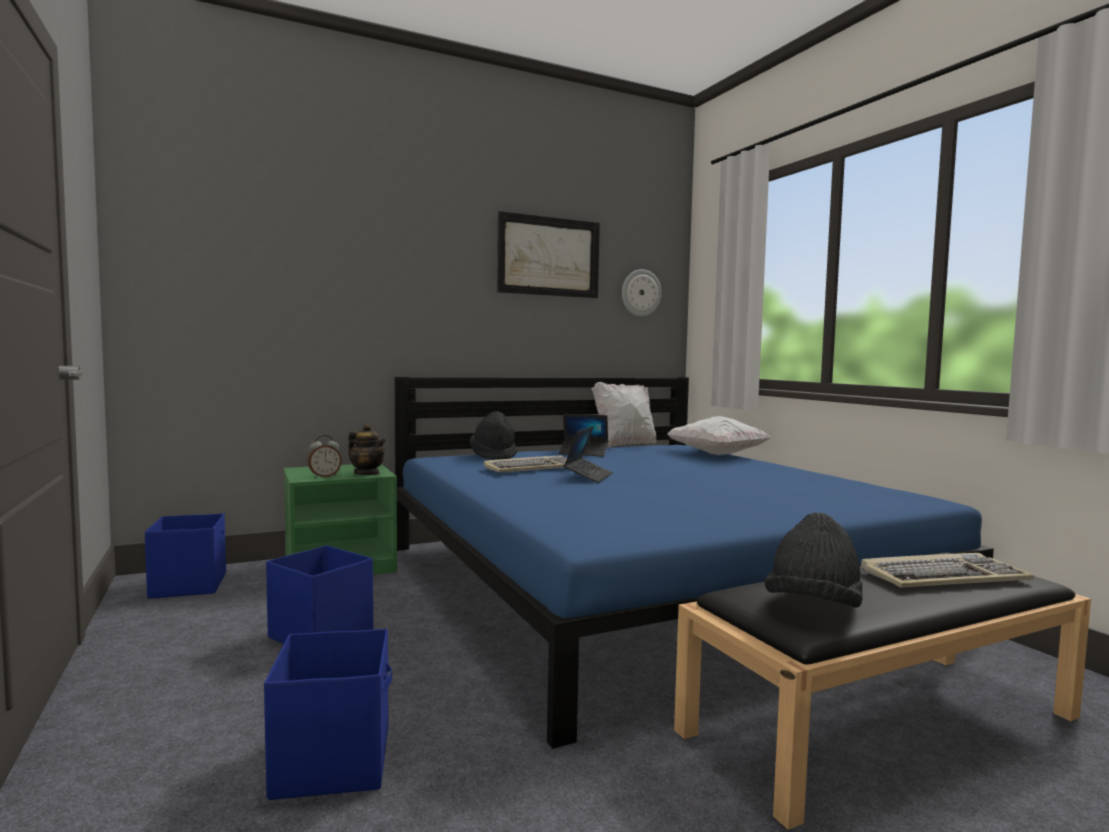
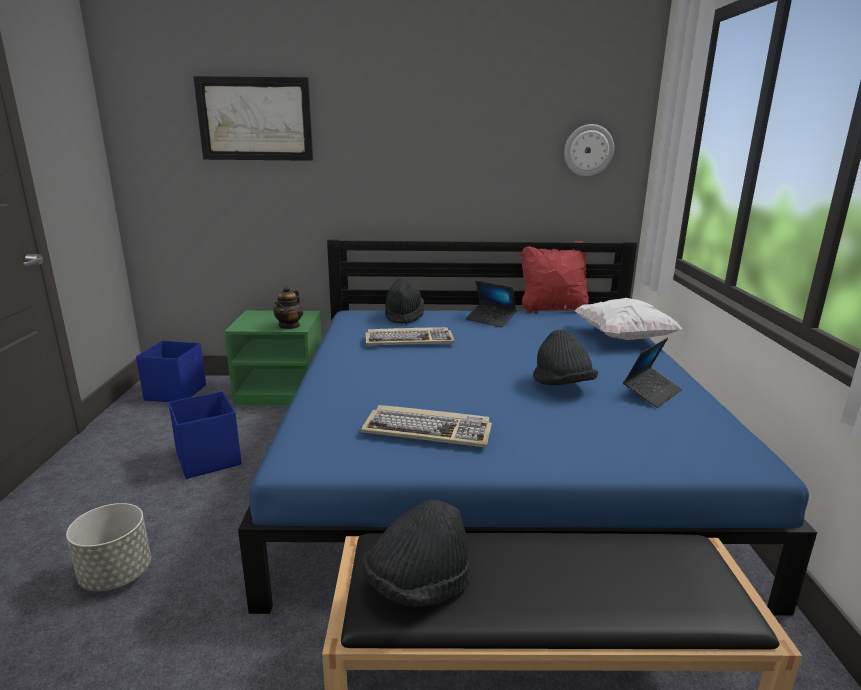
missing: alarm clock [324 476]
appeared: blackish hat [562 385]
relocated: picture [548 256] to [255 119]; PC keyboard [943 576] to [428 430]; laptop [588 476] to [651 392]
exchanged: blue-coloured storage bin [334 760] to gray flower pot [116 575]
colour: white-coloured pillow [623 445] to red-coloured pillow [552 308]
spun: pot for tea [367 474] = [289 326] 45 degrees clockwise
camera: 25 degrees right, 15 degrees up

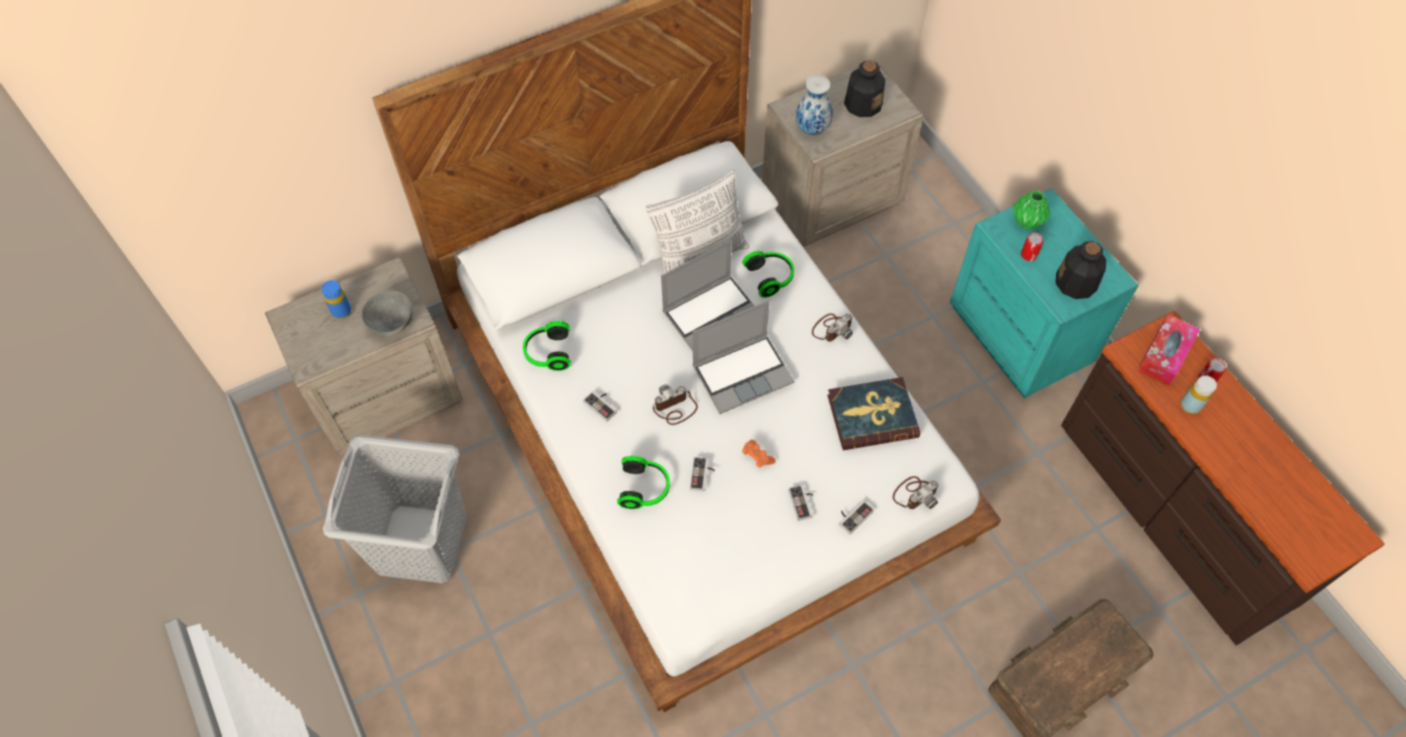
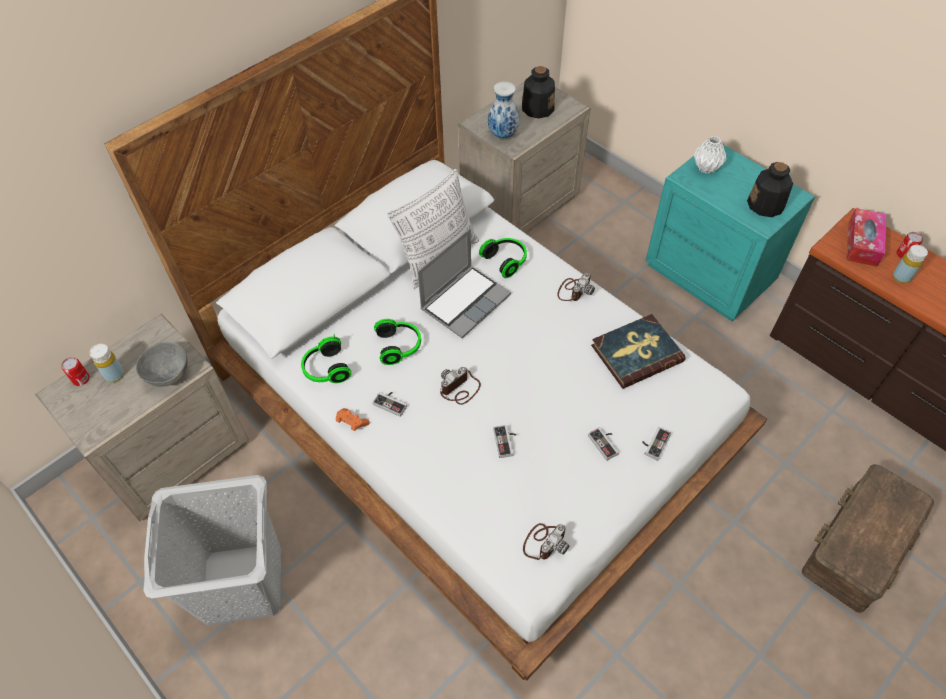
missing: laptop [743 373]
relocated: can [1028 255] to [81 379]; orangey game controller [757 457] to [351 423]; headphones [645 488] to [399 346]; still camera [915 494] to [544 542]
colour: blue-coloured bottle [342 311] to yellow-coloured bottle [115 375]; green flower vase [1027 222] to white-coloured flower vase [707 168]
camera: 15 degrees left, 5 degrees down

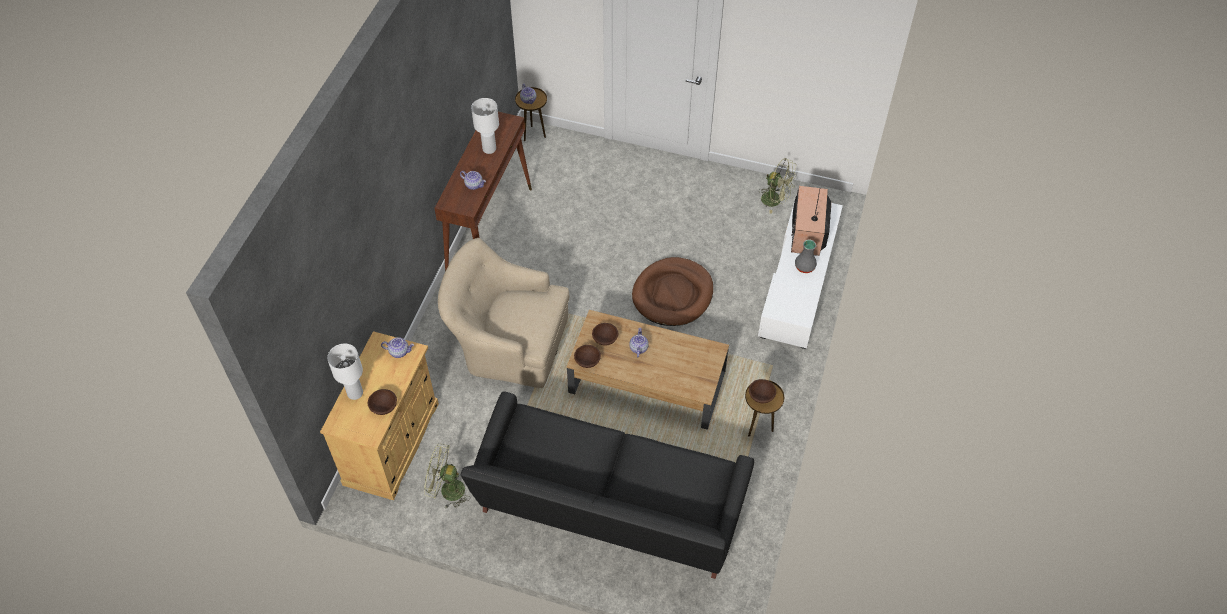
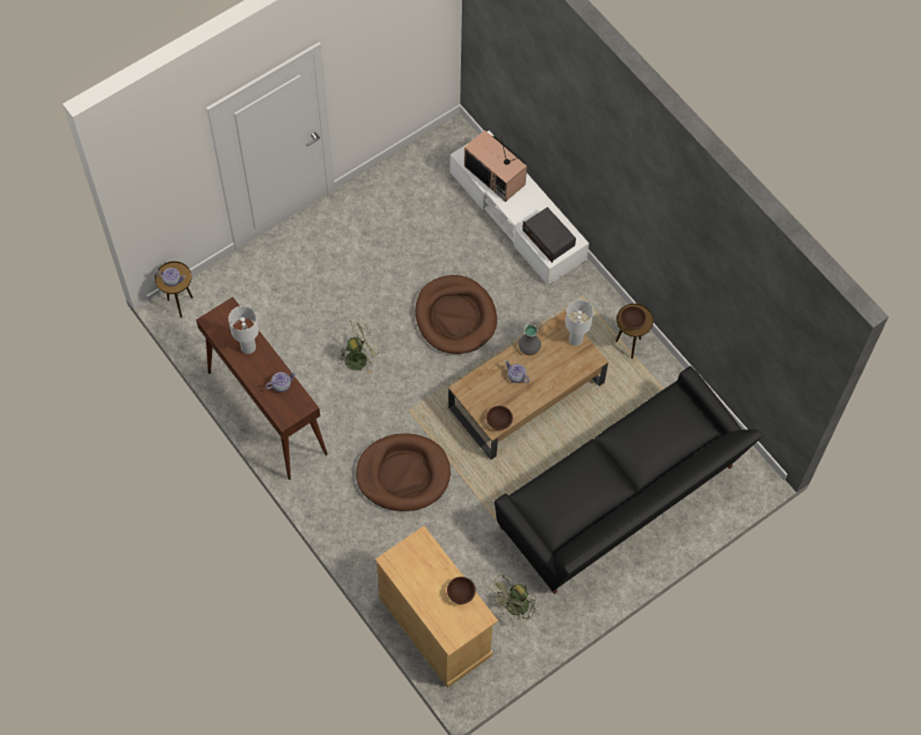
missing: pot for tea [399 351]; brown-coloured serving bowl [605 339]
appeared: radio receiver [548 238]
relocated: green electric fan [775 200] to [360 357]; gray flower vase [805 266] to [529 346]; white-coloured lamp for a table [354 393] to [575 340]
exchanged: beige easy chair [508 343] to brown-coloured dog bed [403 474]
camera: 55 degrees left, 10 degrees up

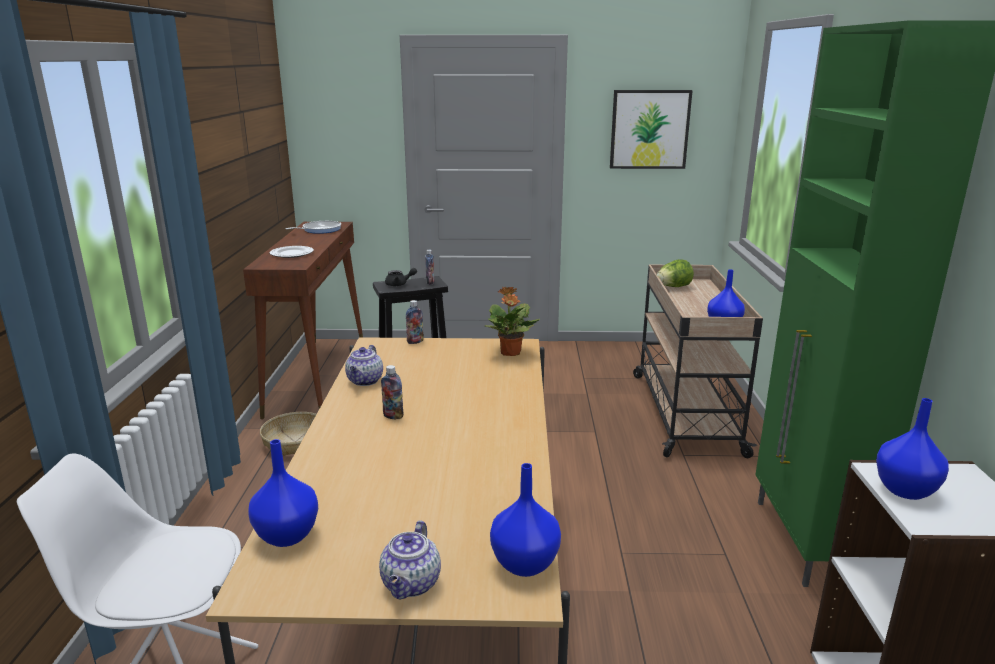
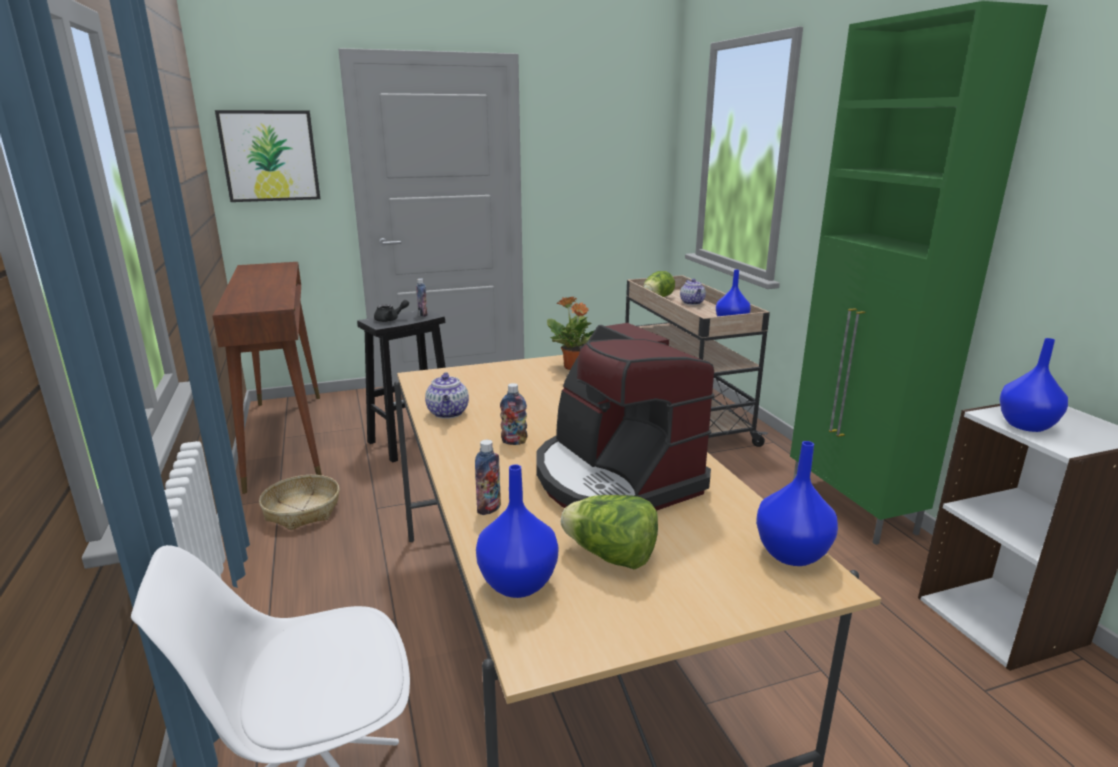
missing: flat dish [292 254]; frying pan [319 230]
appeared: coffee brewer [615 478]; lettuce [611 556]
relocated: picture [649 129] to [270 156]; bottle [415 341] to [489 508]; pot for tea [411 585] to [692 303]
camera: 20 degrees left, 0 degrees up

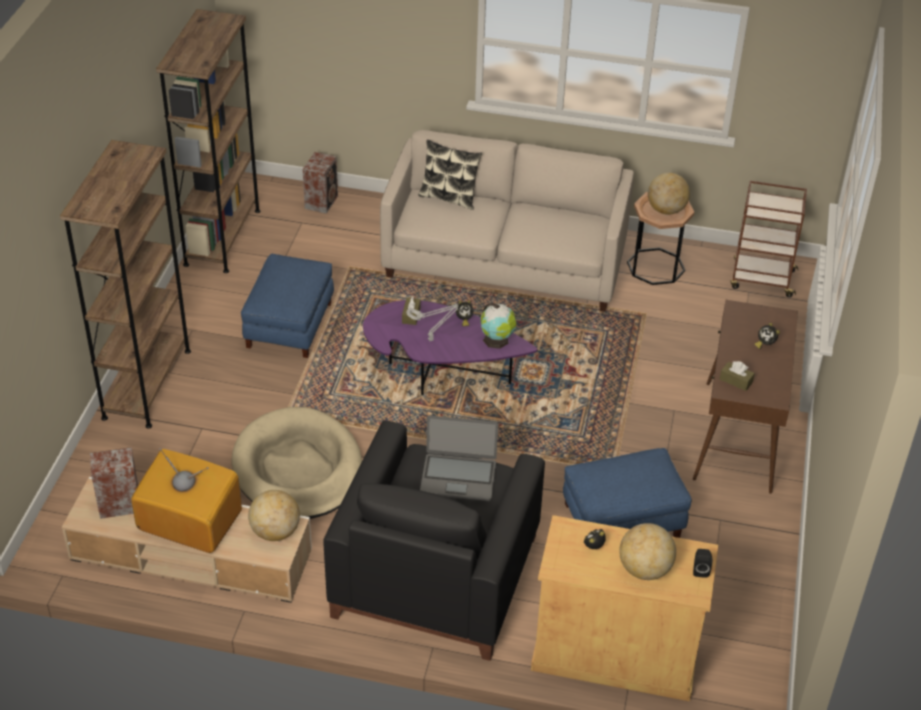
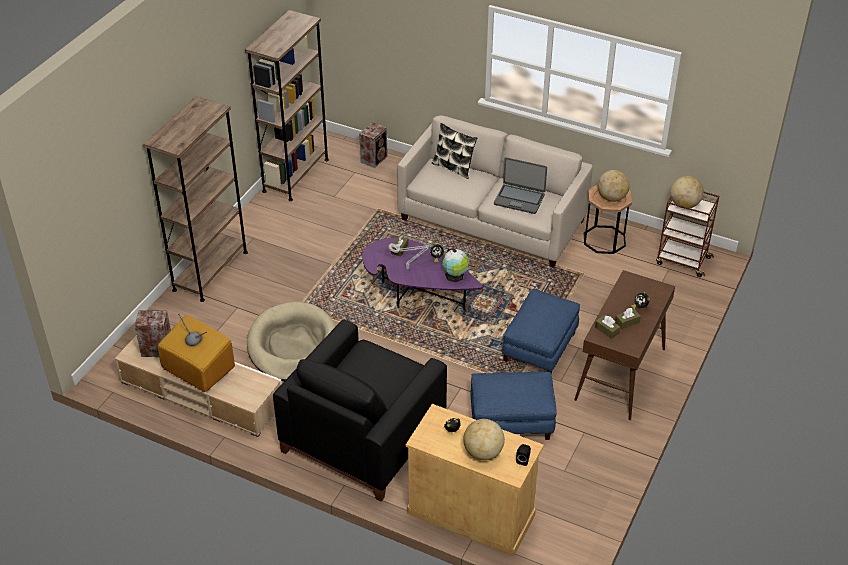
appeared: brown-coloured tissue holder [627 322]
relocated: laptop [458 477] to [519 199]; blue-coloured pouffe [290 325] to [540 347]; desk globe [275 532] to [684 204]
camera: 15 degrees right, 0 degrees up

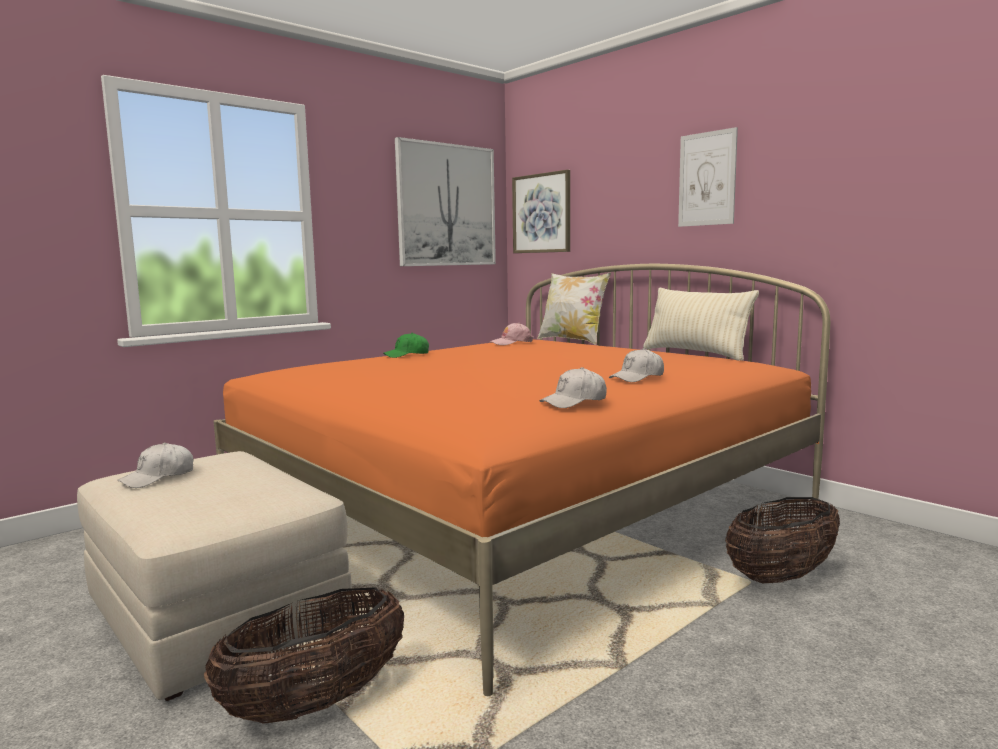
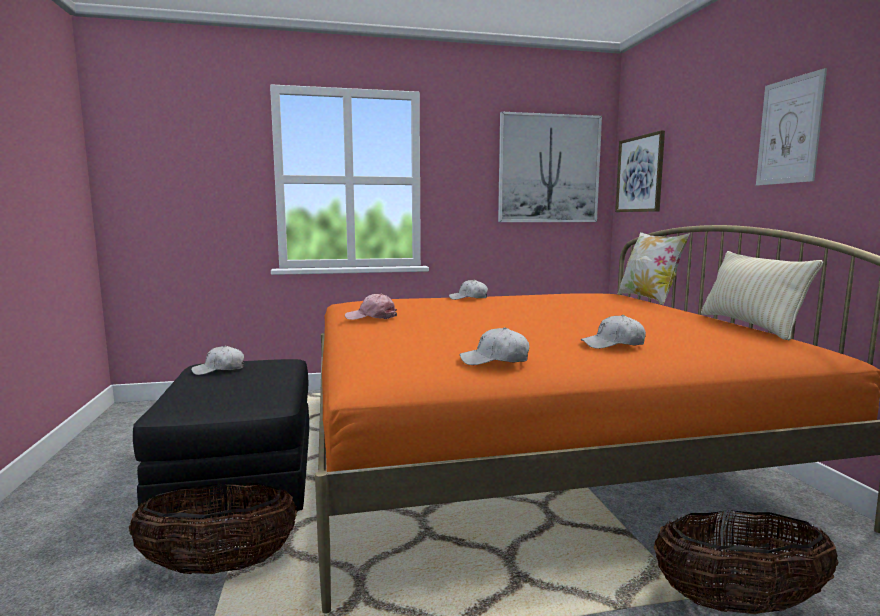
relocated: pinkish cap [511 343] to [371 317]
colour: beige pouffe [217 615] to blackish pouffe [241 477]; green cap [407 355] to white-coloured cap [468 298]
camera: 30 degrees right, 0 degrees up

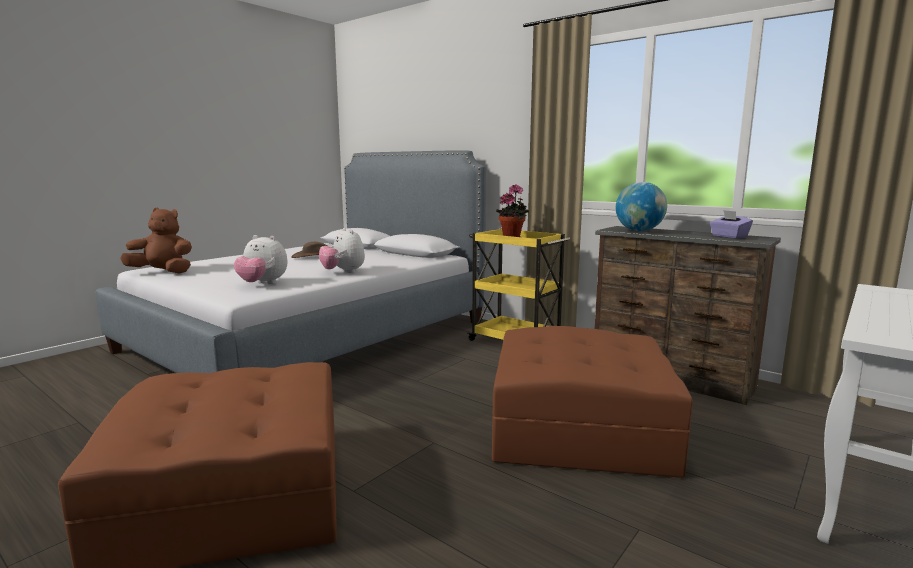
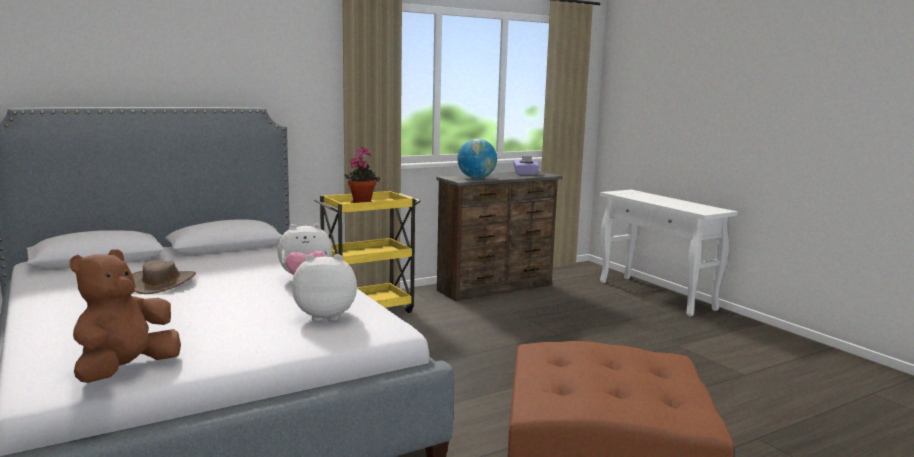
missing: brown-coloured pouffe [579 427]
spun: cuddly toy [262 284] = [325 316] 135 degrees counterclockwise
camera: 70 degrees left, 0 degrees up

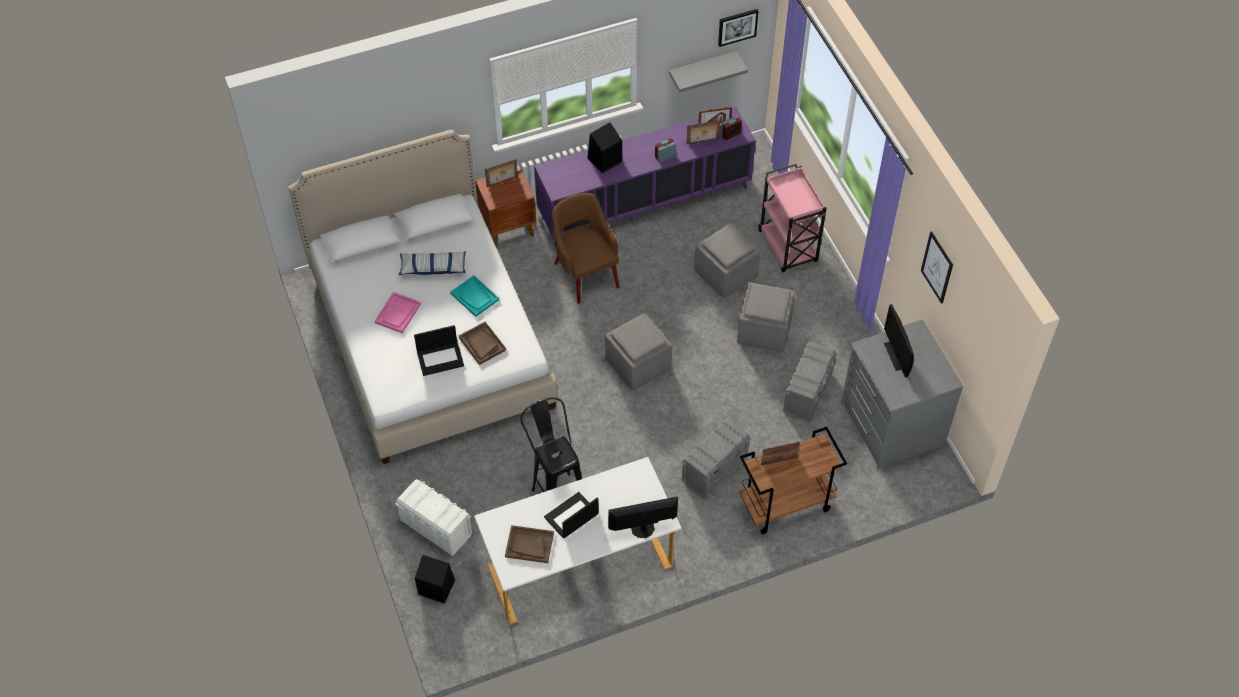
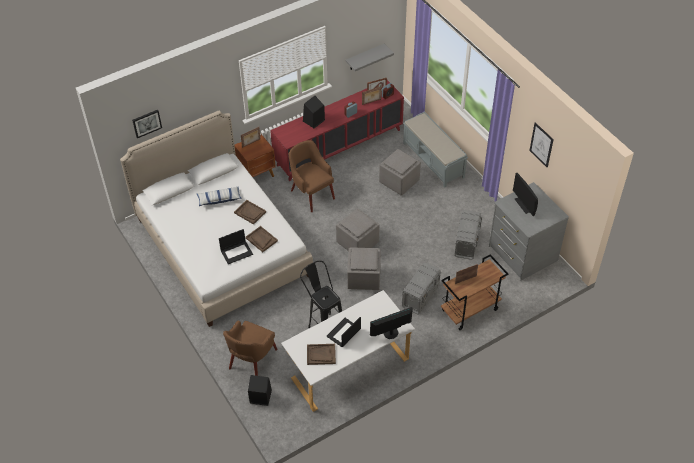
missing: pinkish carrying tray [398 313]
relocated: picture [737 26] to [146 123]; gray pouffe [763 330] to [363 278]
exchanged: white-coloured storage bin [436 527] to brown-coloured easy chair [252 360]; pinkish trolley [788 247] to gray bench [433 160]
colour: blue-green carrying tray [475 297] to brown-coloured carrying tray [250 212]; purplish cabinet [644 202] to red-coloured cabinet [338 147]
camera: 10 degrees left, 5 degrees down

